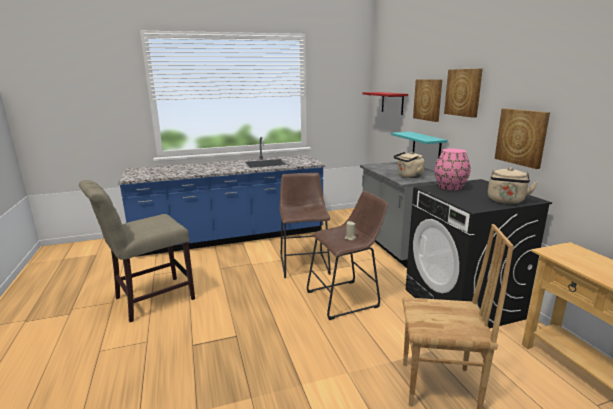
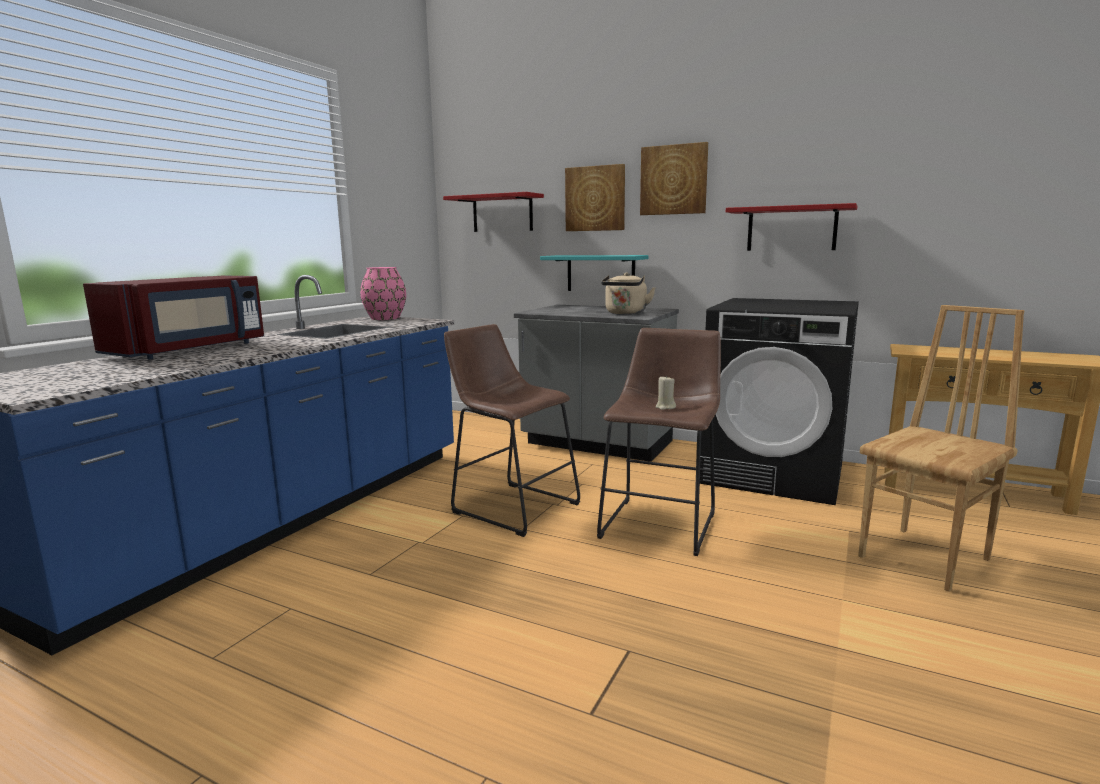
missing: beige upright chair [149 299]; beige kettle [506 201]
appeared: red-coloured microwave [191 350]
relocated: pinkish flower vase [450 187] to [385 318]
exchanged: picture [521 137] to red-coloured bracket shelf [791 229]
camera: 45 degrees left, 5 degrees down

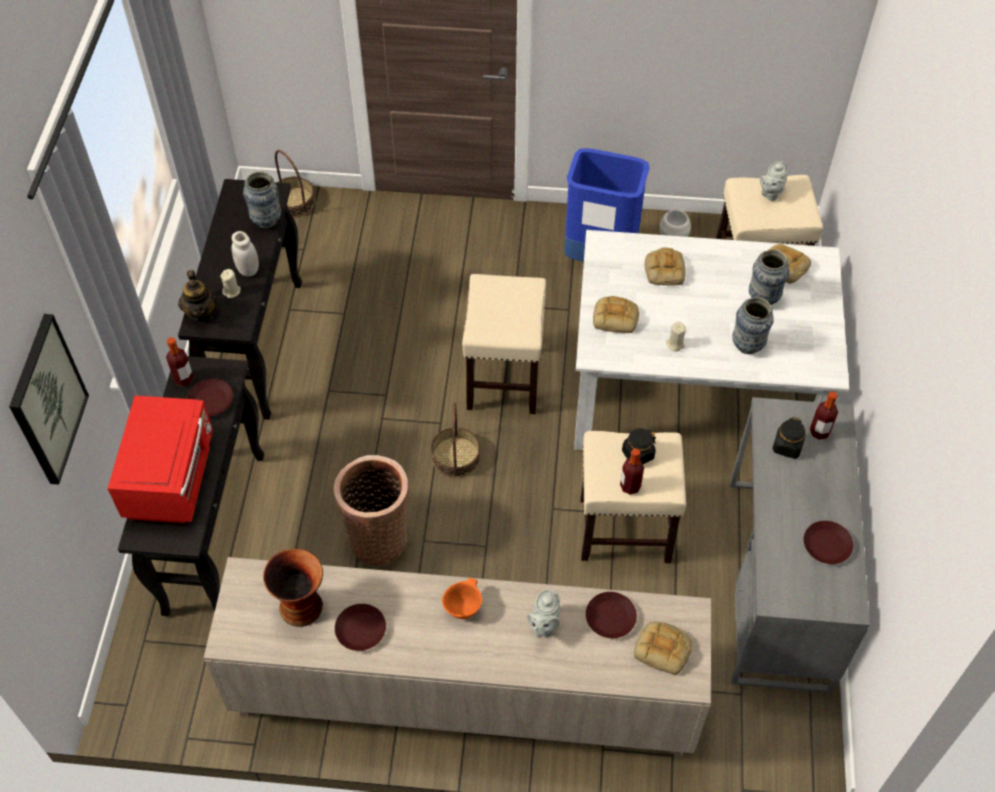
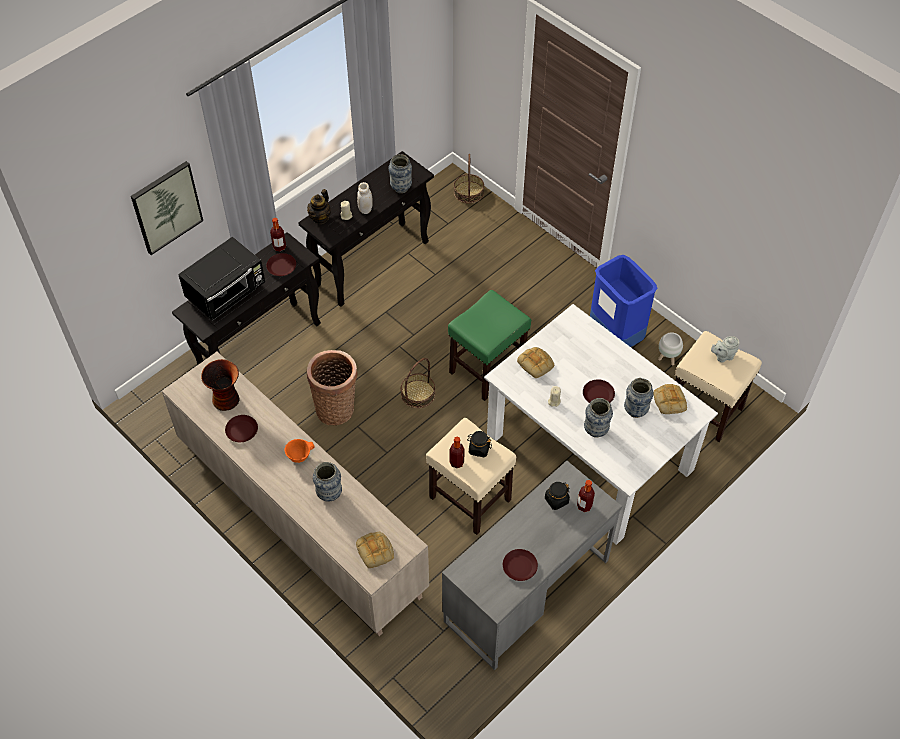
missing: bread [663 270]
relocated: brown-coloured flat dish [611 617] to [598 395]
exchanged: gray pot for tea [544 625] to flower vase [329 494]
colour: red-coloured microwave [172 477] to blackish microwave [227 293]; beige stool seat [504 377] to green stool seat [487 368]
camera: 40 degrees right, 0 degrees up

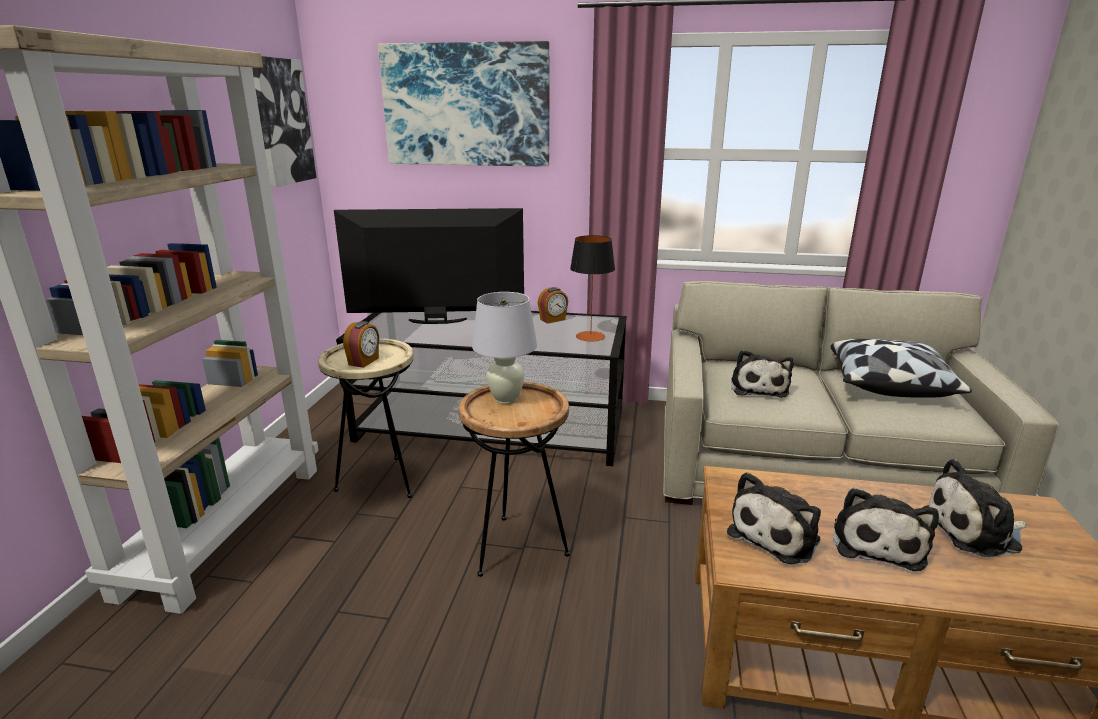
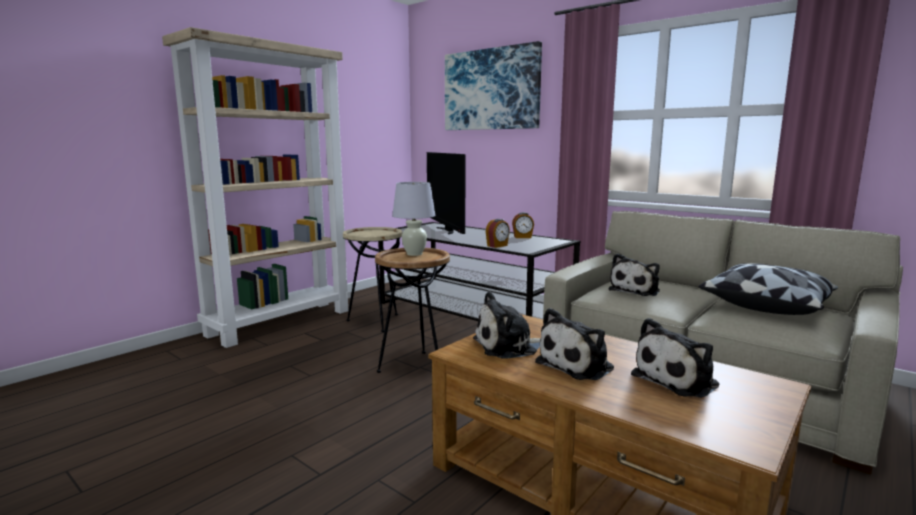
missing: picture [281 122]; lamp for a table [590 336]
relocated: alarm clock [364 361] to [497 246]
spun: TV [436 321] = [446 230] 135 degrees counterclockwise; cuddly toy [975 531] = [678 380] 60 degrees counterclockwise
camera: 30 degrees right, 10 degrees down

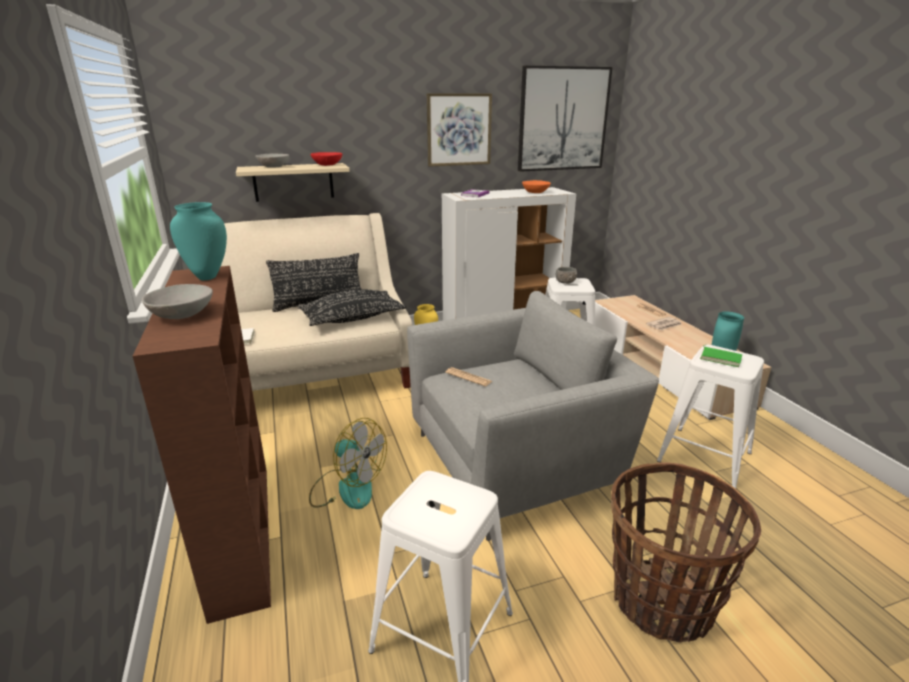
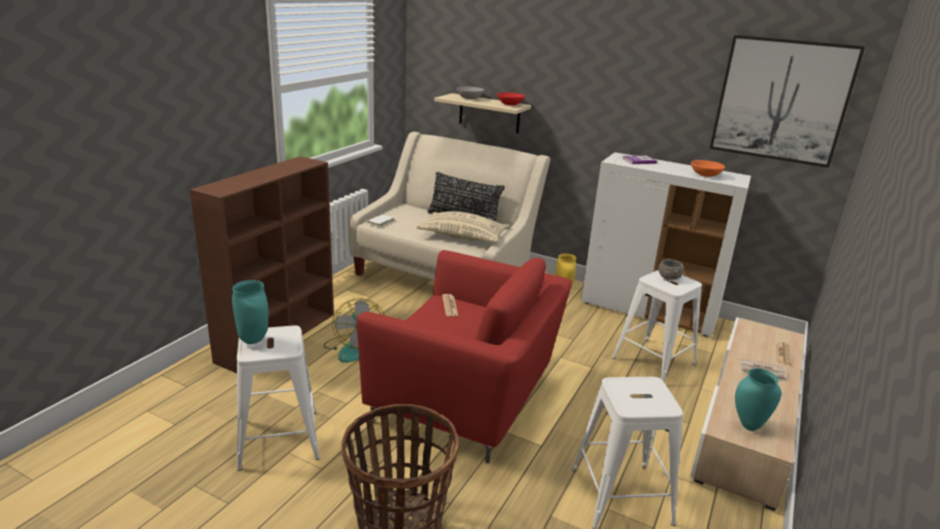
missing: gray serving bowl [181 315]; picture [459 130]; green book [721 358]
relocated: blue-green flower vase [207 277] to [252 340]
colour: gray easy chair [516 463] to red-coloured easy chair [467 399]; blackish pillow [352 318] to beige pillow [463 237]
camera: 45 degrees right, 0 degrees up

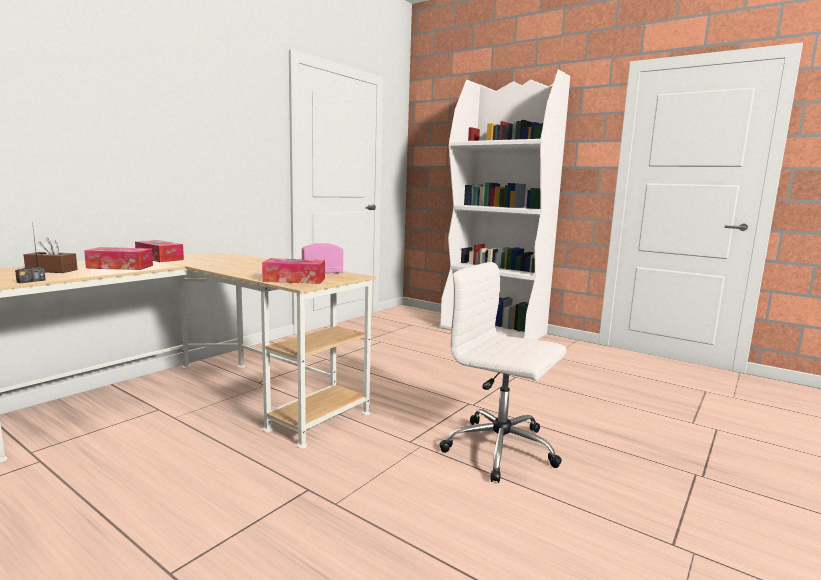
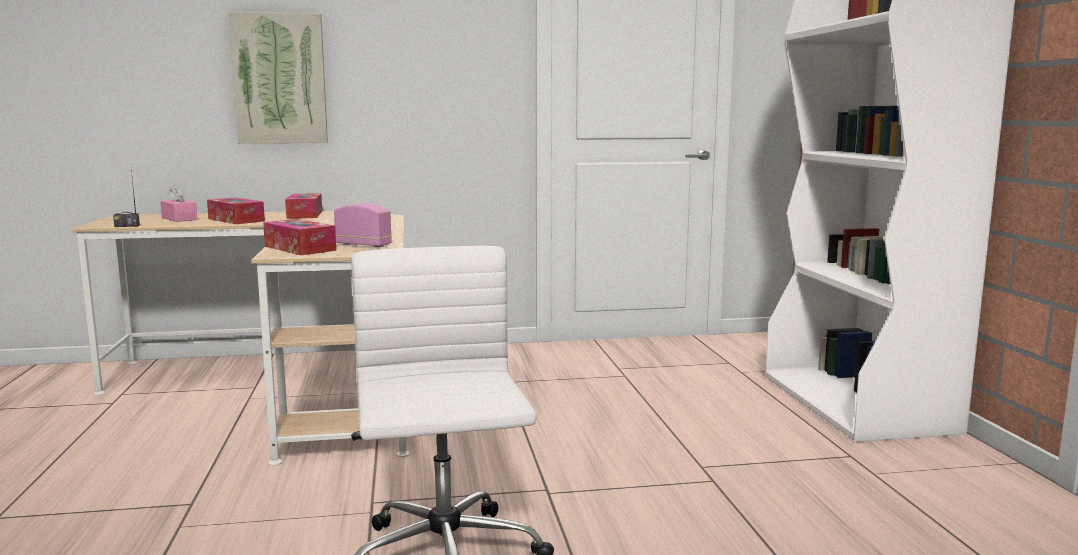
appeared: picture [280 79]
colour: brown-coloured tissue holder [52 270] to pinkish tissue holder [179 218]
camera: 45 degrees right, 0 degrees up

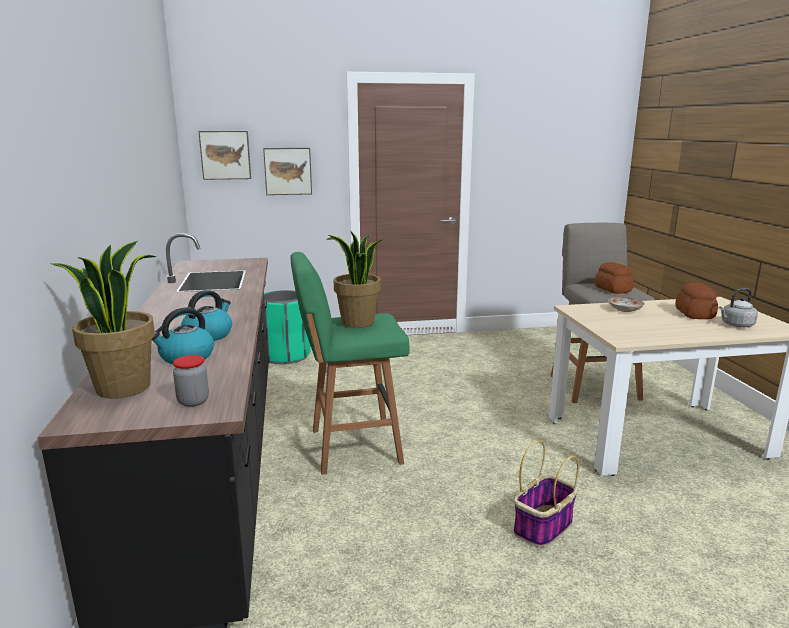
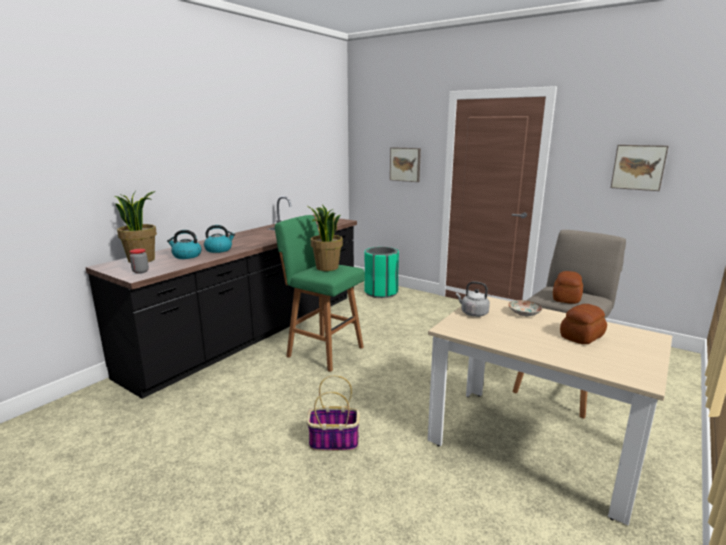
relocated: gray kettle [735 325] to [472 313]; picture [225 155] to [638 167]
camera: 45 degrees right, 0 degrees up

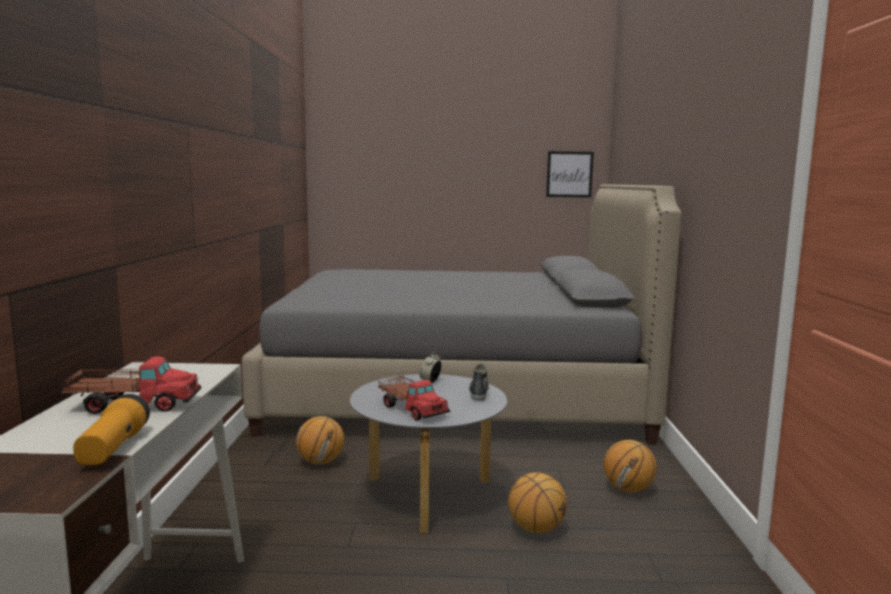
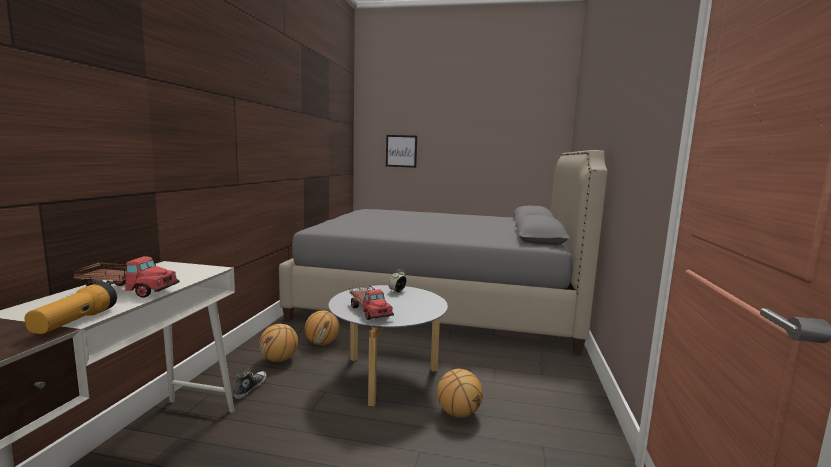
relocated: shoe [478 393] to [250 388]; basketball [628 489] to [279 360]; picture [569 174] to [401 151]
camera: 10 degrees right, 0 degrees up

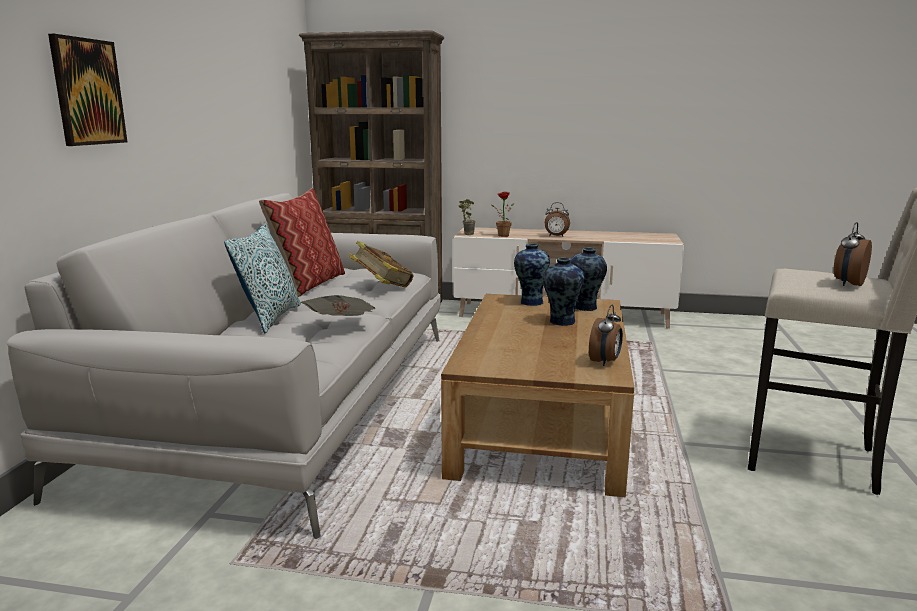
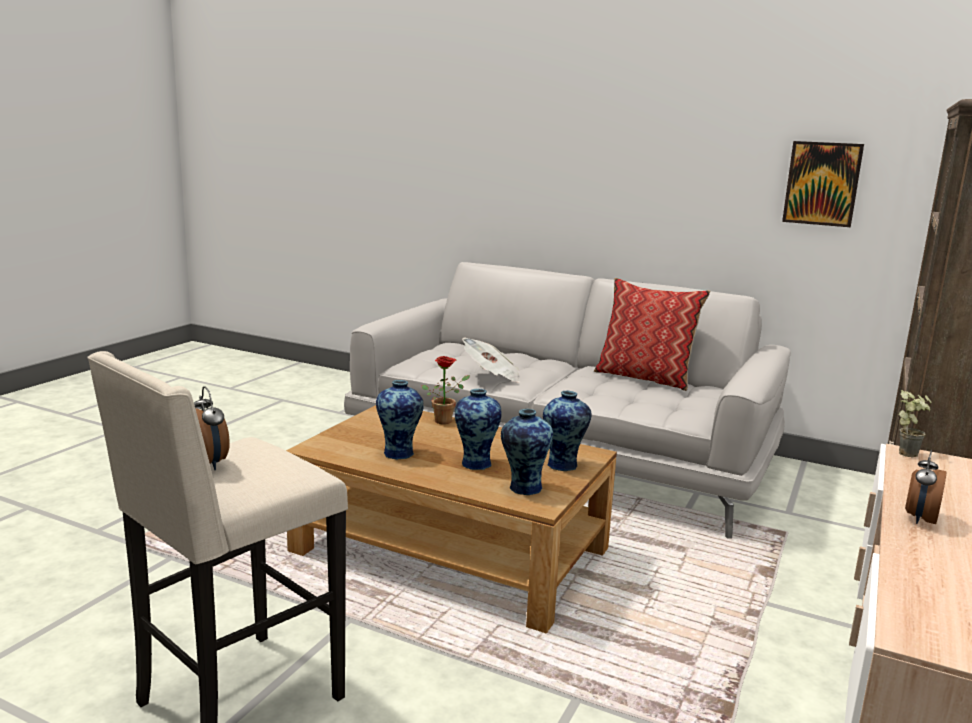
missing: pillow [270 317]; book [382 287]; alarm clock [605 362]
appeared: flower vase [399 453]
relocated: plant in a pot [501 235] to [446 420]; picture [88 92] to [822 183]
camera: 105 degrees right, 0 degrees up

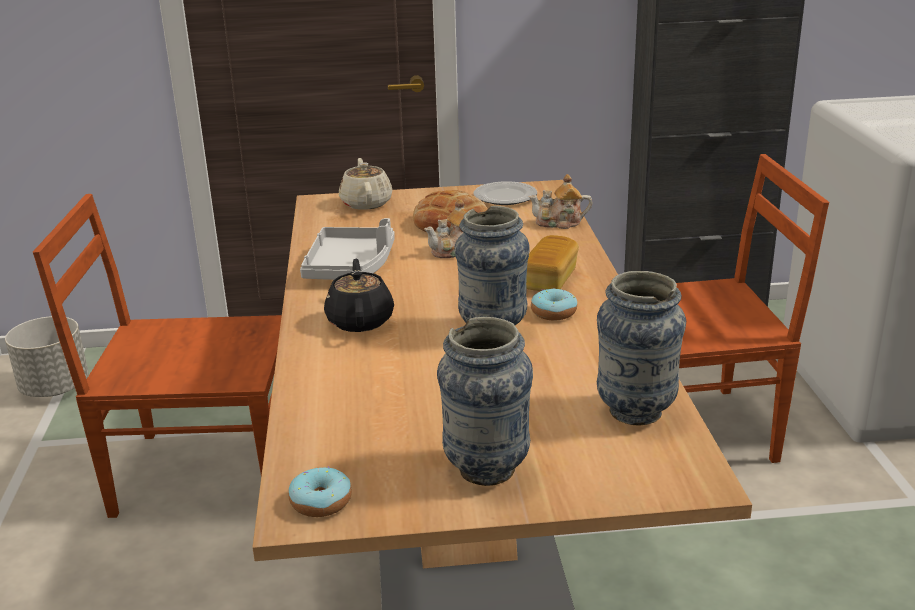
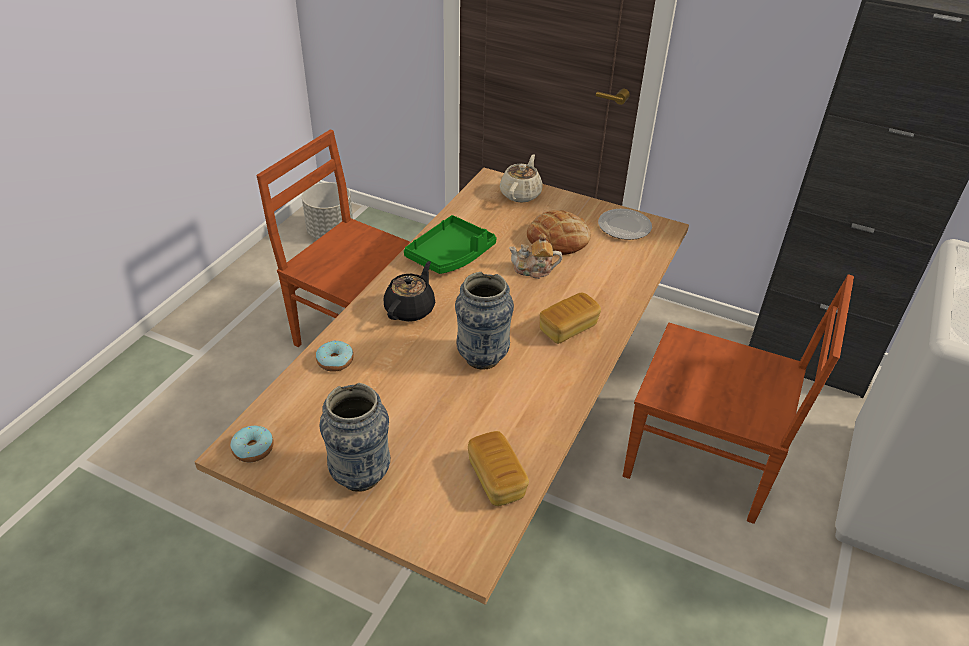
missing: pot for tea [559 223]
relocated: donut [554 313] to [335 361]
exchanged: flower vase [635 412] to bread [496 479]
colour: gray carrying tray [350 267] to green carrying tray [451 255]
camera: 30 degrees right, 15 degrees up

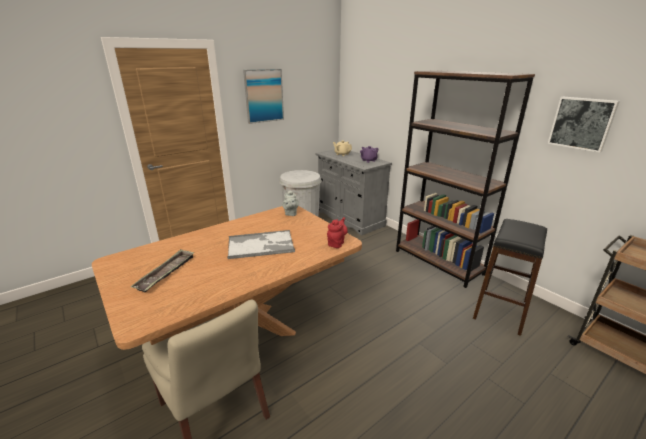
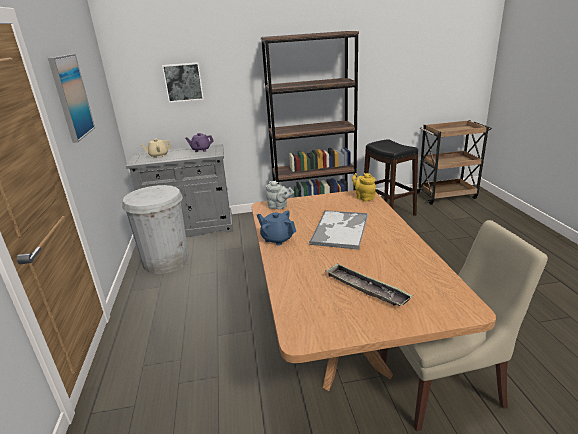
appeared: blue-coloured pot for tea [277 239]
relocated: picture [581 123] to [183 82]
colour: red-coloured pot for tea [336 243] to yellow-coloured pot for tea [364 197]
camera: 60 degrees left, 0 degrees up

